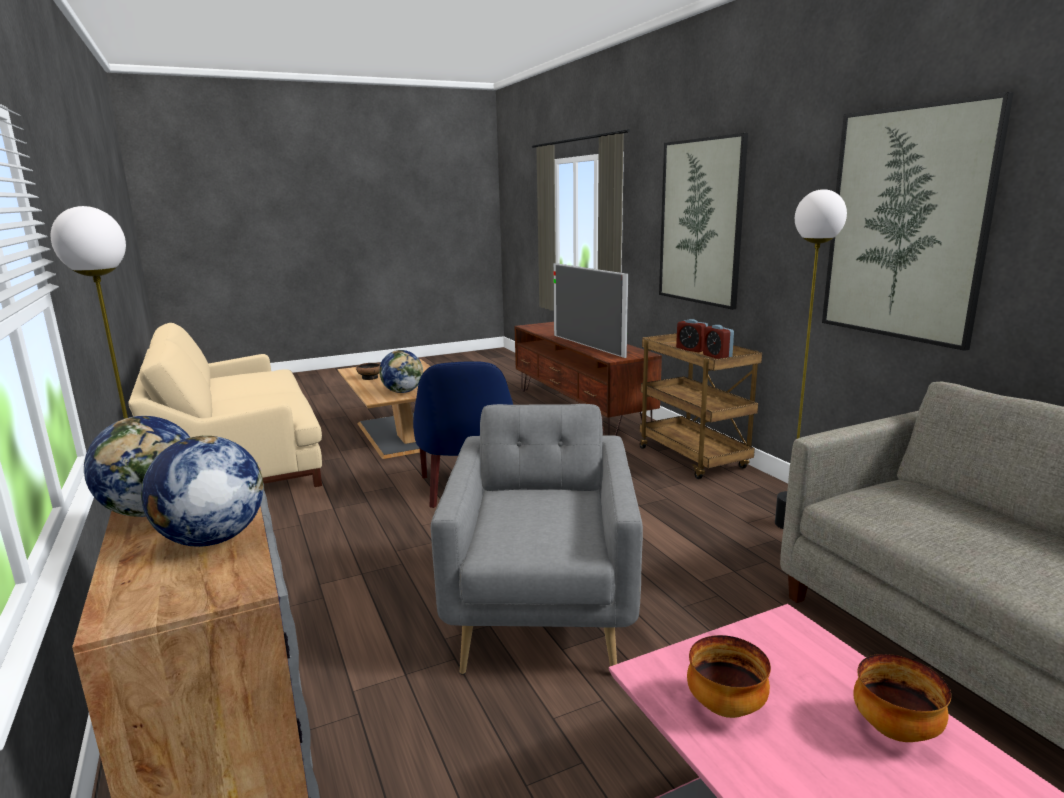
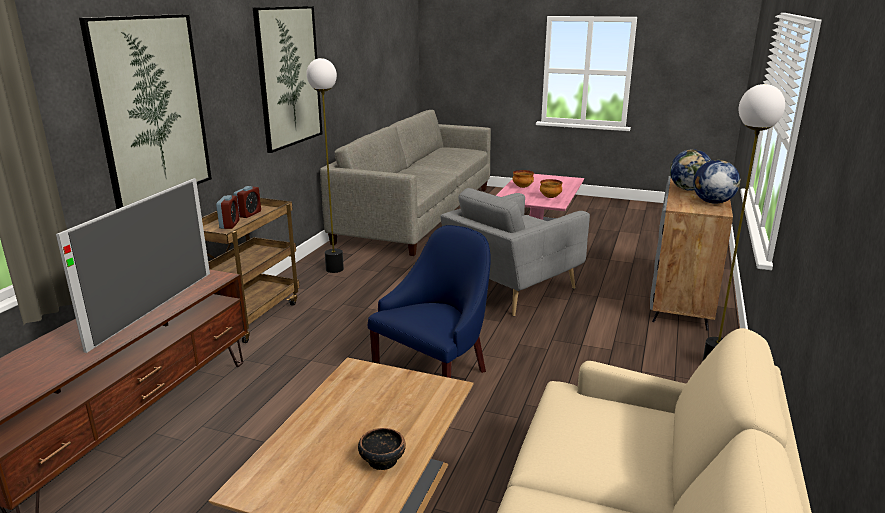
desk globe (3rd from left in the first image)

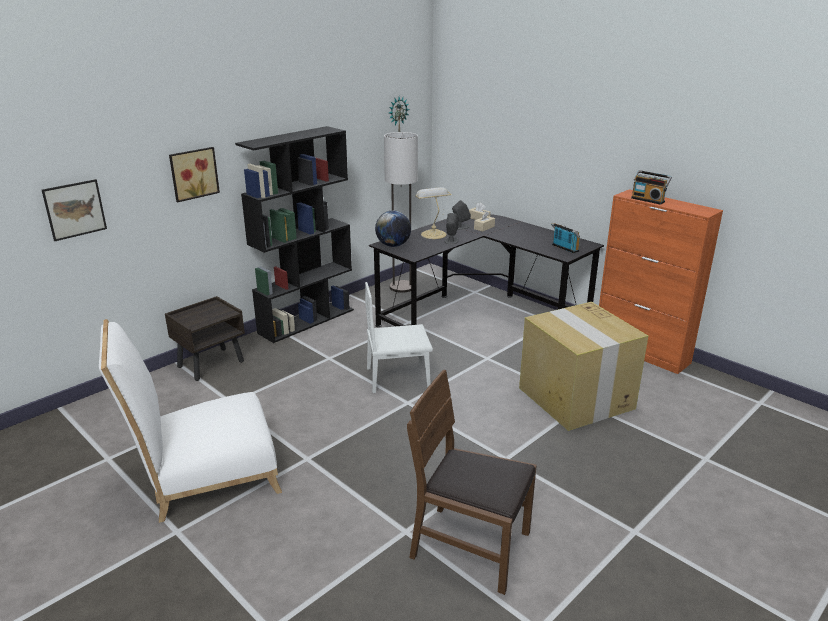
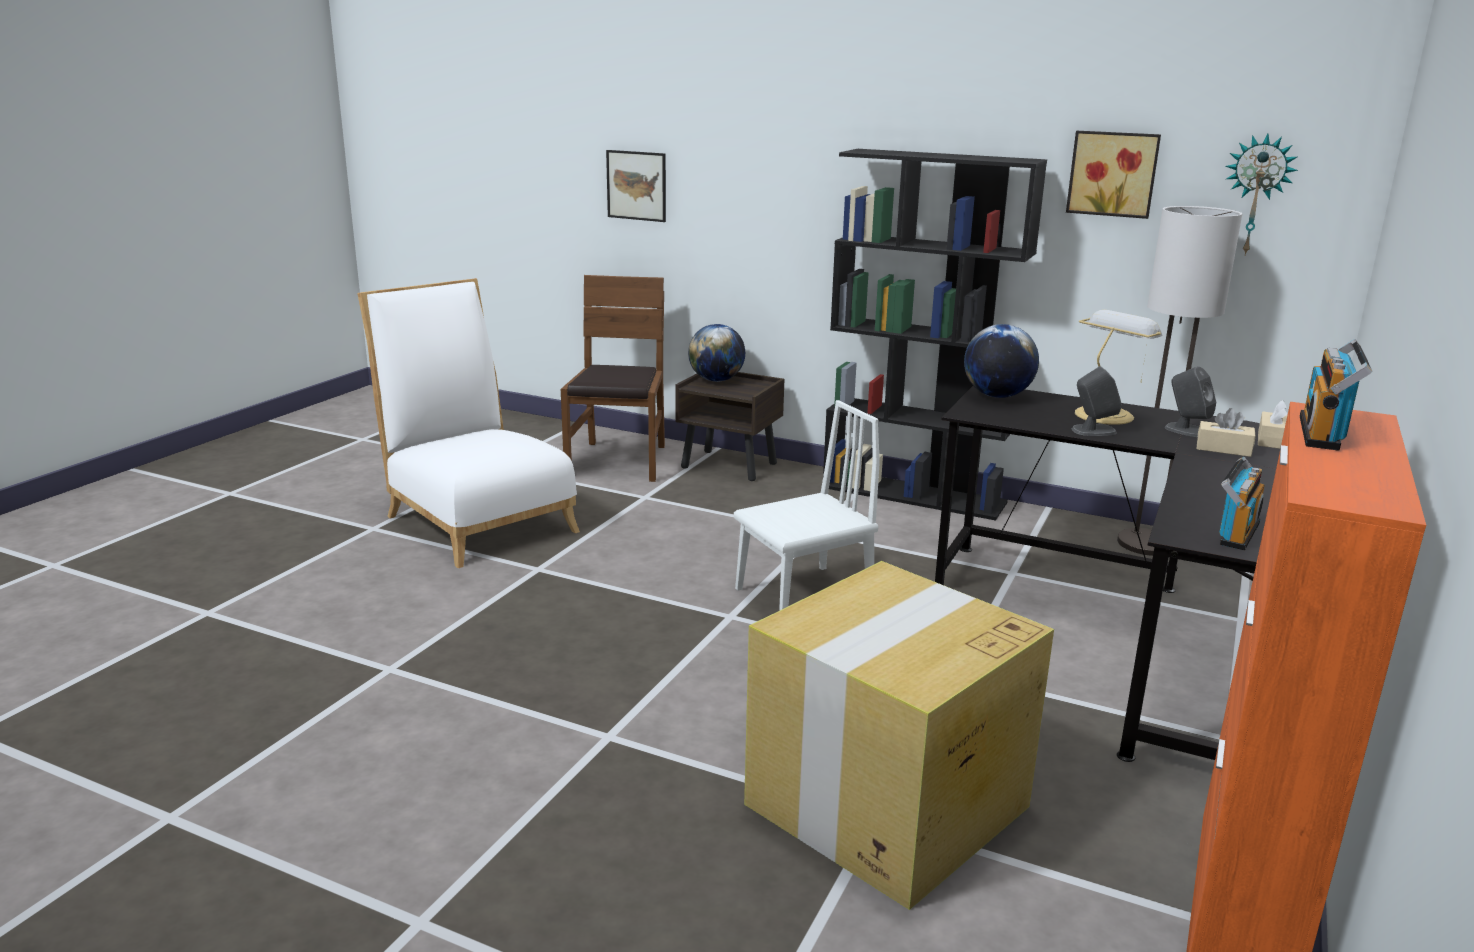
desk globe (1st from left); wall picture (2nd from left); brown-coloured chair; white-coloured chair (2nd from left)

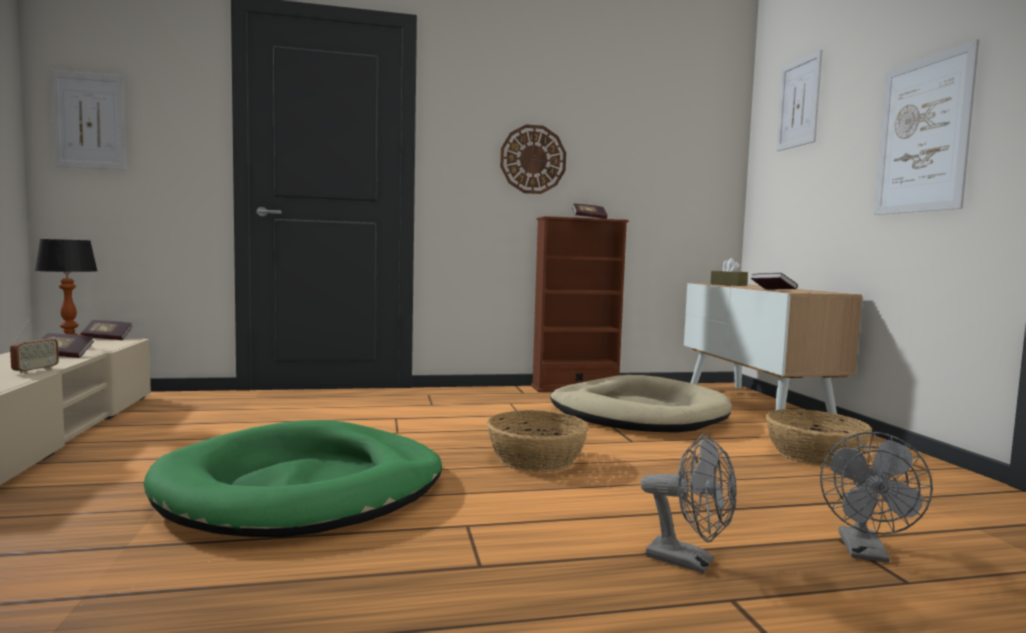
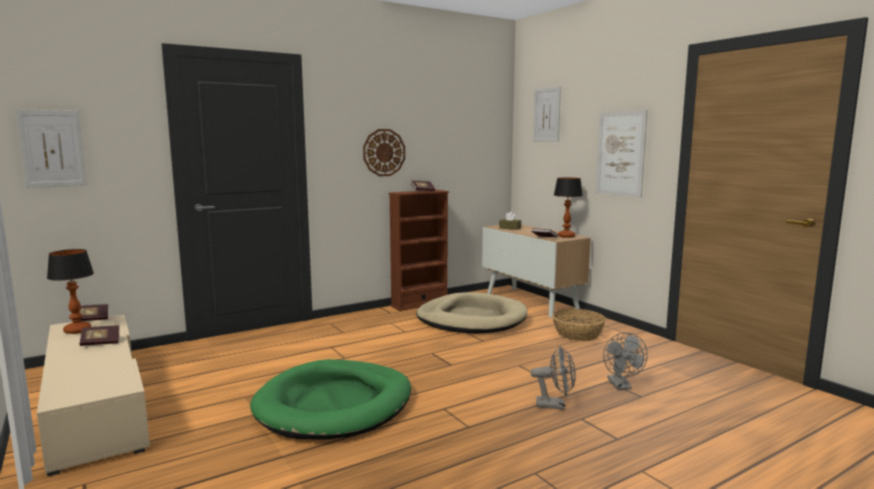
radio; household basket (1st from left in the first image); lamp for a table (2nd from left)

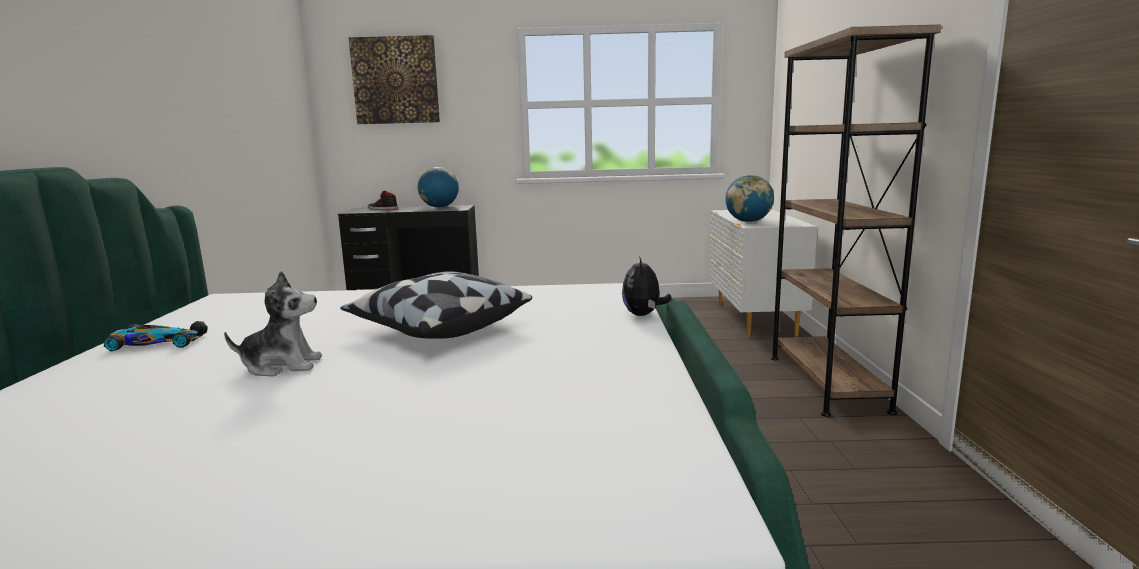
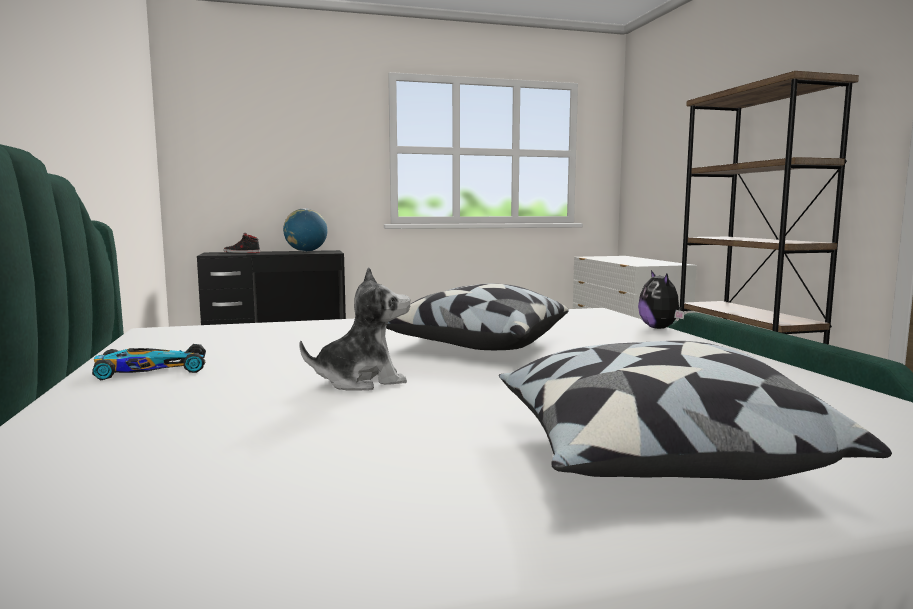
wall picture; desk globe (2nd from left in the first image); pillow (2nd from left)

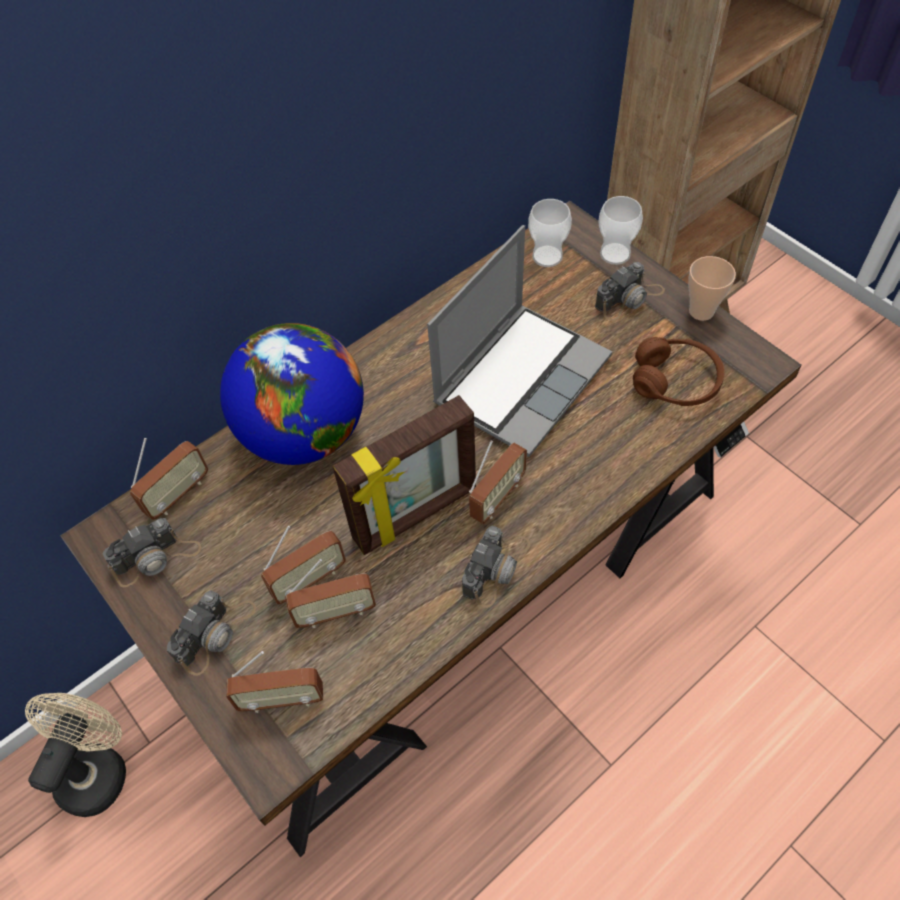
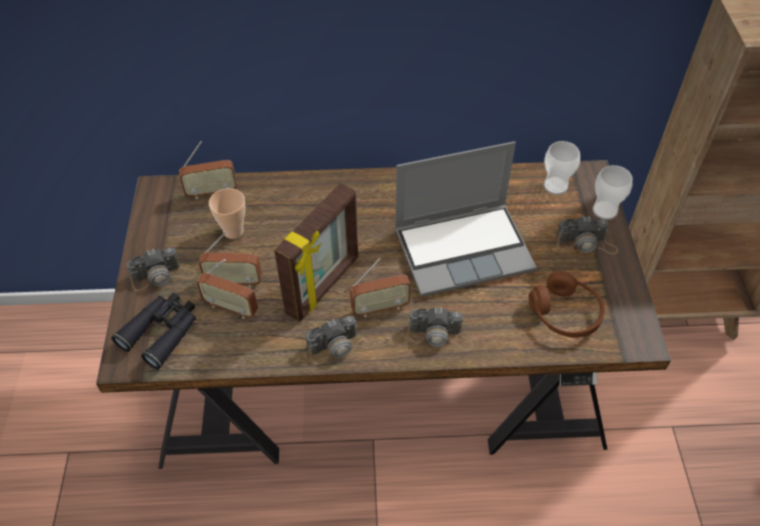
beige electric fan; desk globe; photo camera (3rd from left); small cup (1st from left); black field glasses; photo frame

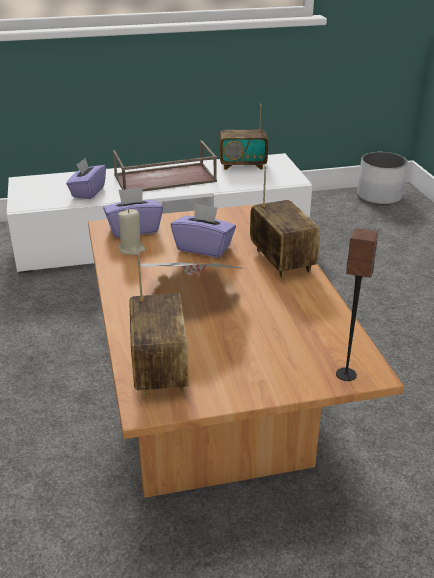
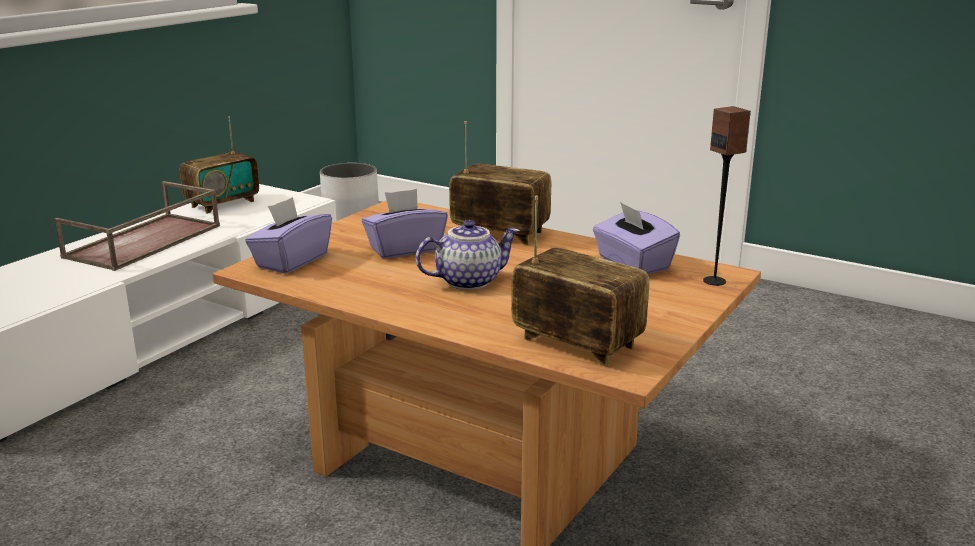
beige wax light; purple-coloured tissue holder (3rd from left); teapot

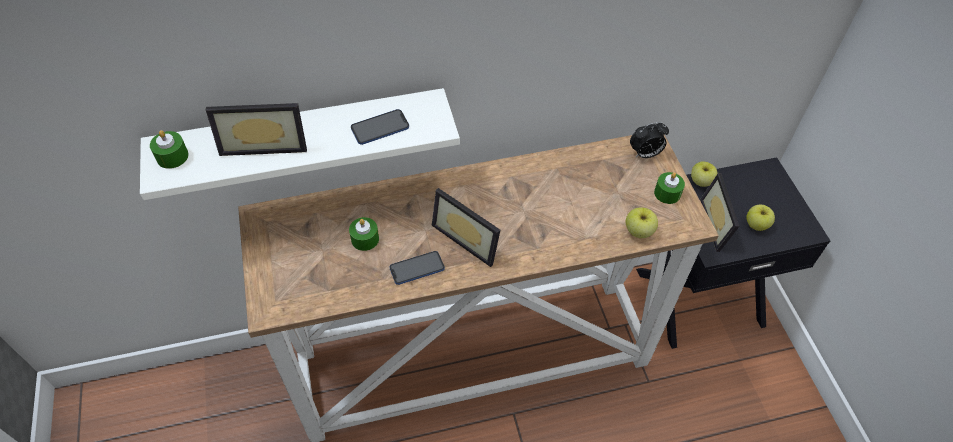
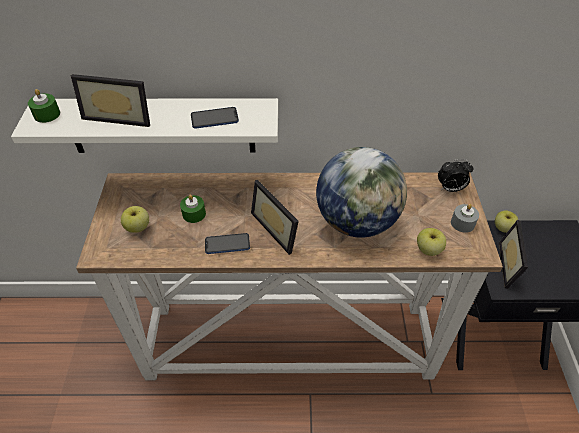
desk globe; whole apple (1st from left); gray wax light

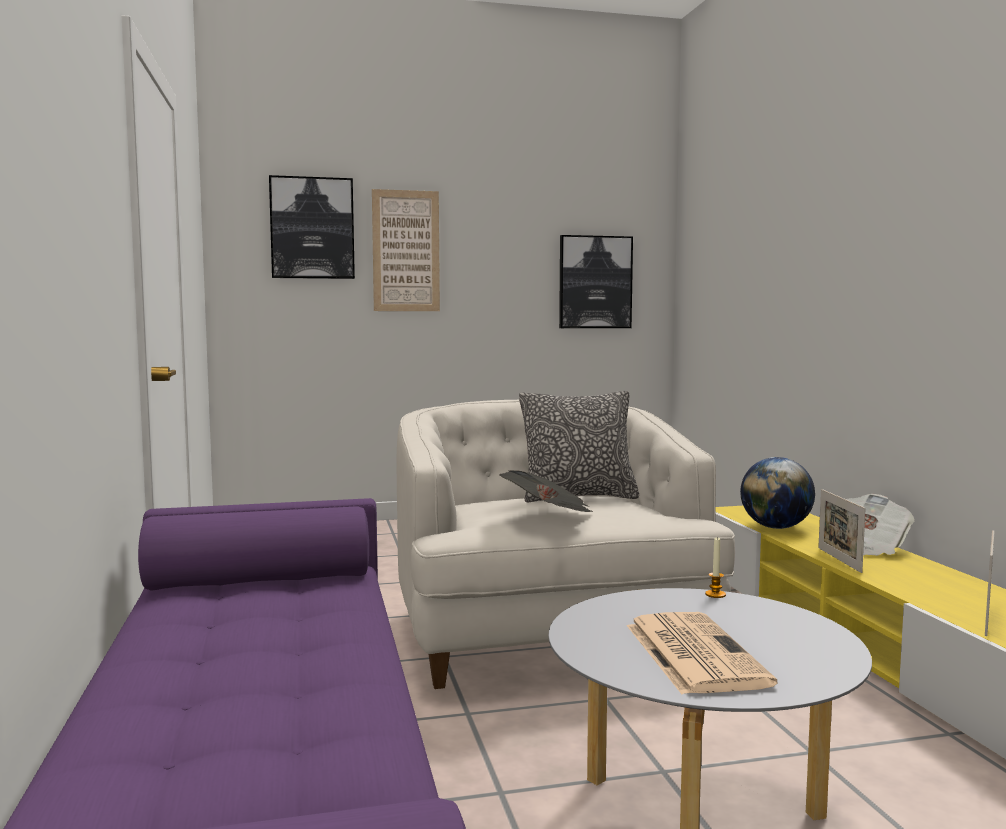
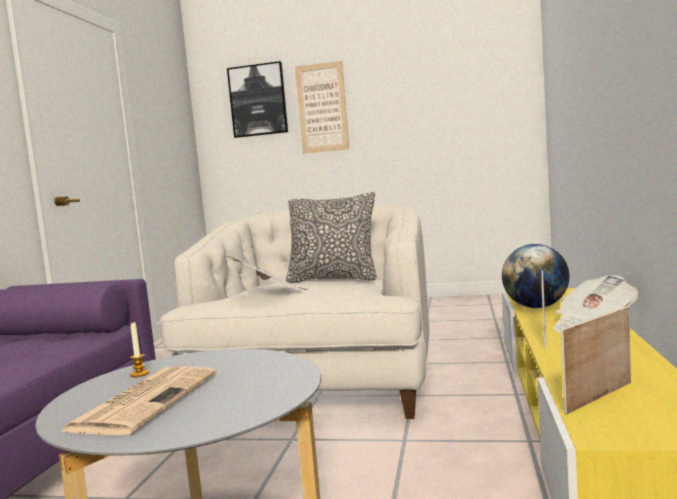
wall picture (3rd from left in the first image); wax light

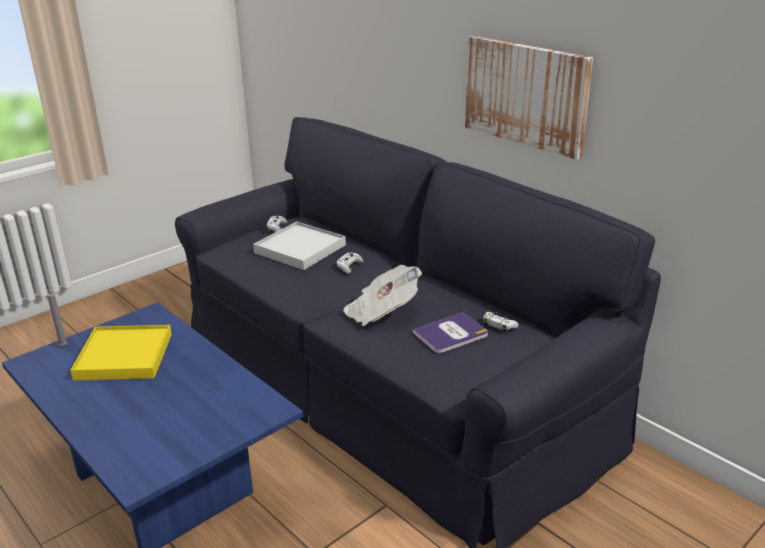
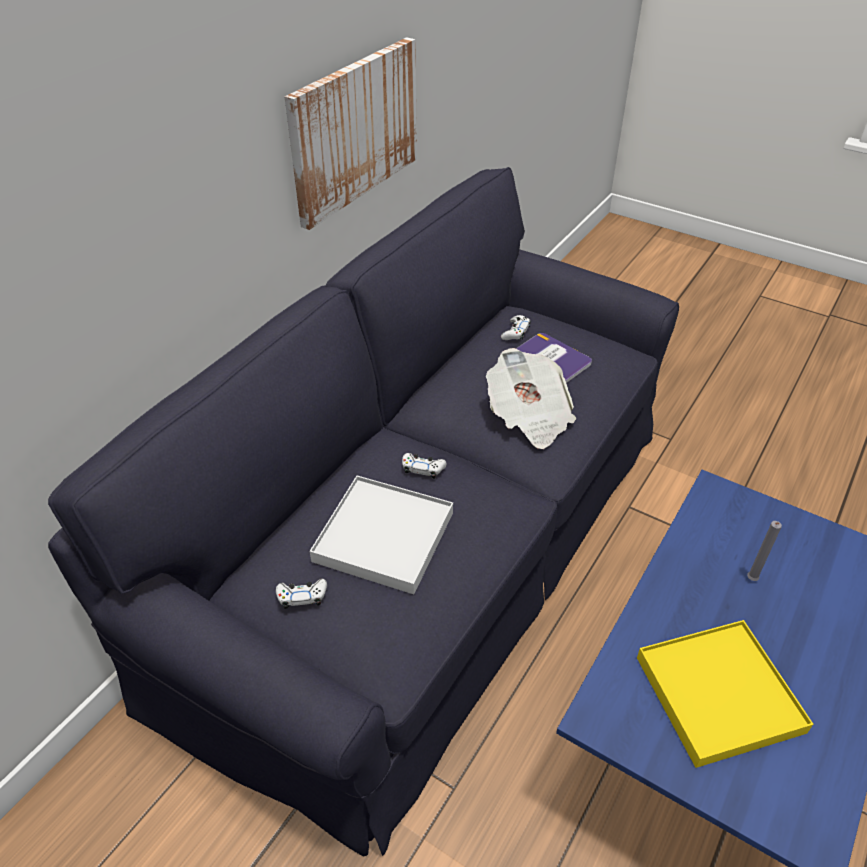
gray wax light

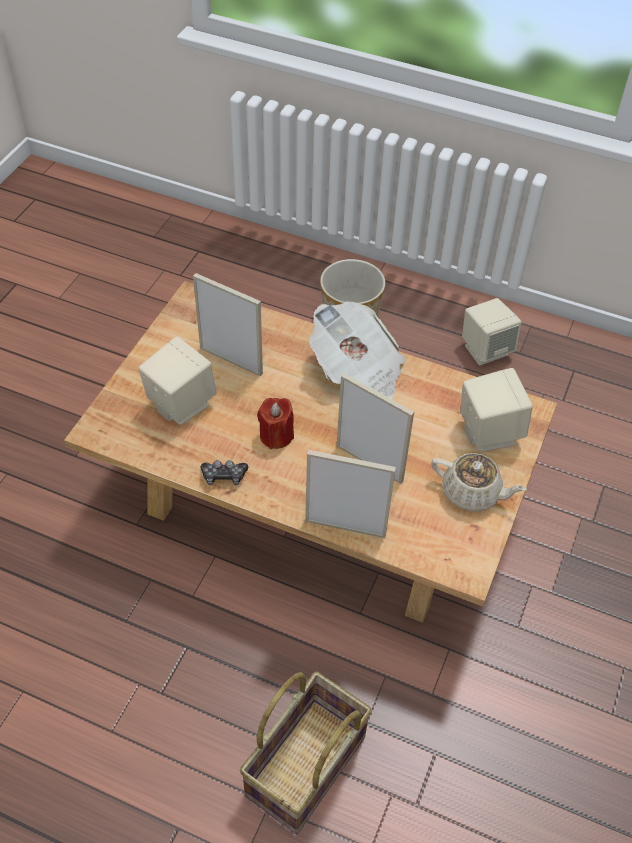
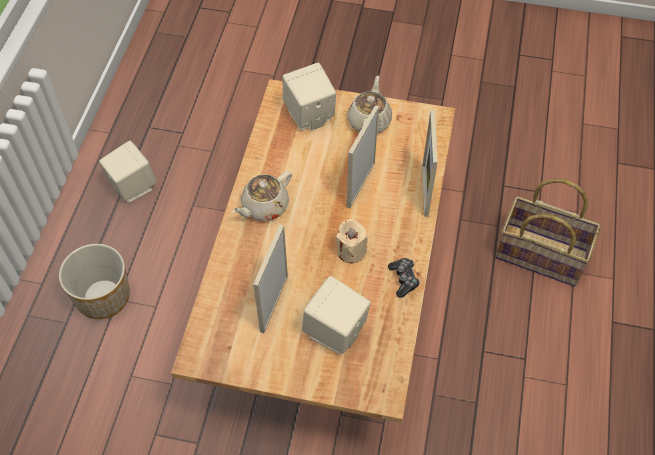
beige teapot (1st from left); beige wax light

